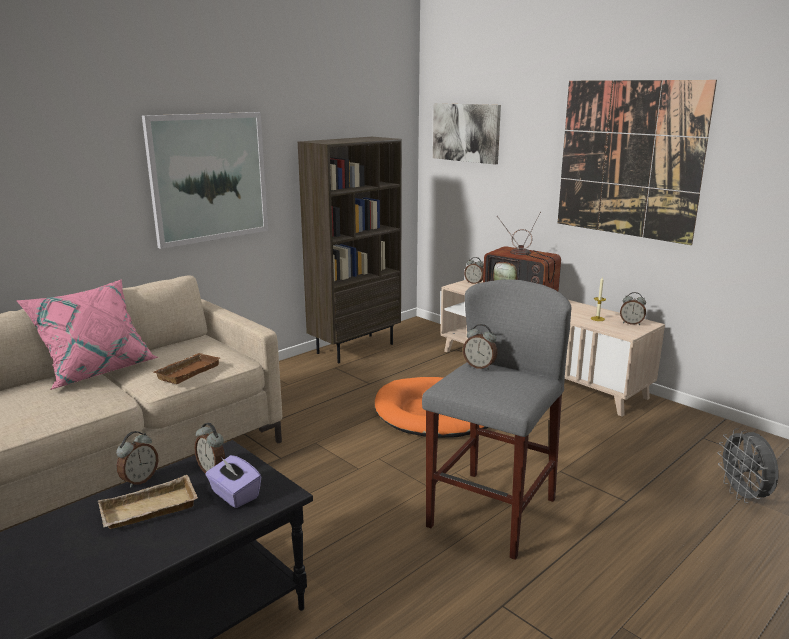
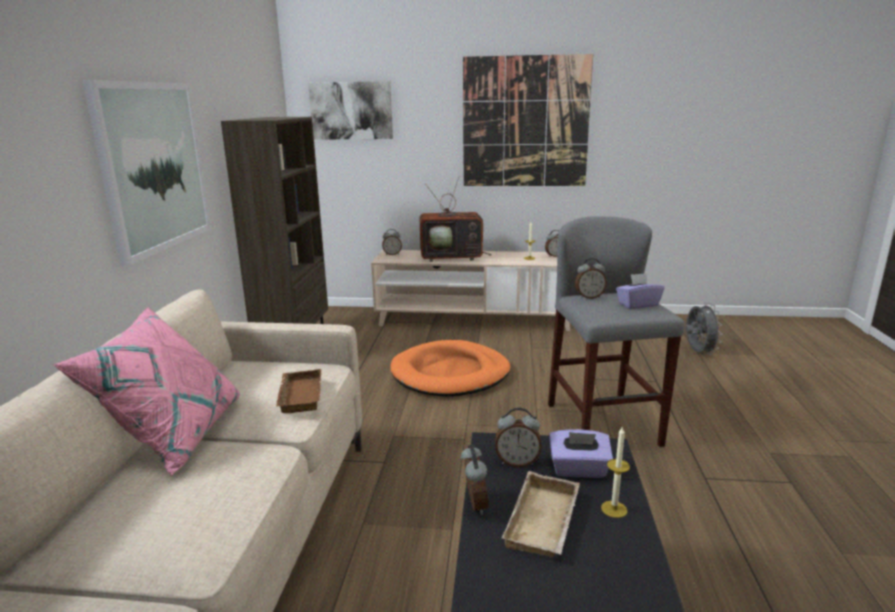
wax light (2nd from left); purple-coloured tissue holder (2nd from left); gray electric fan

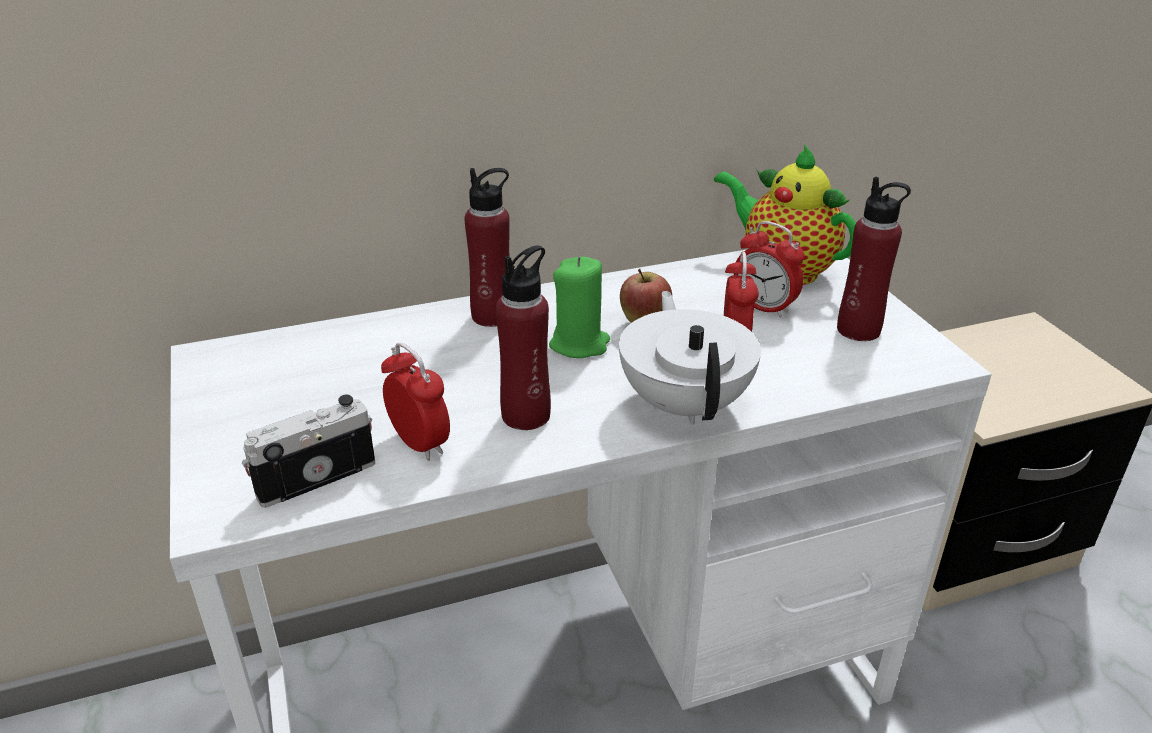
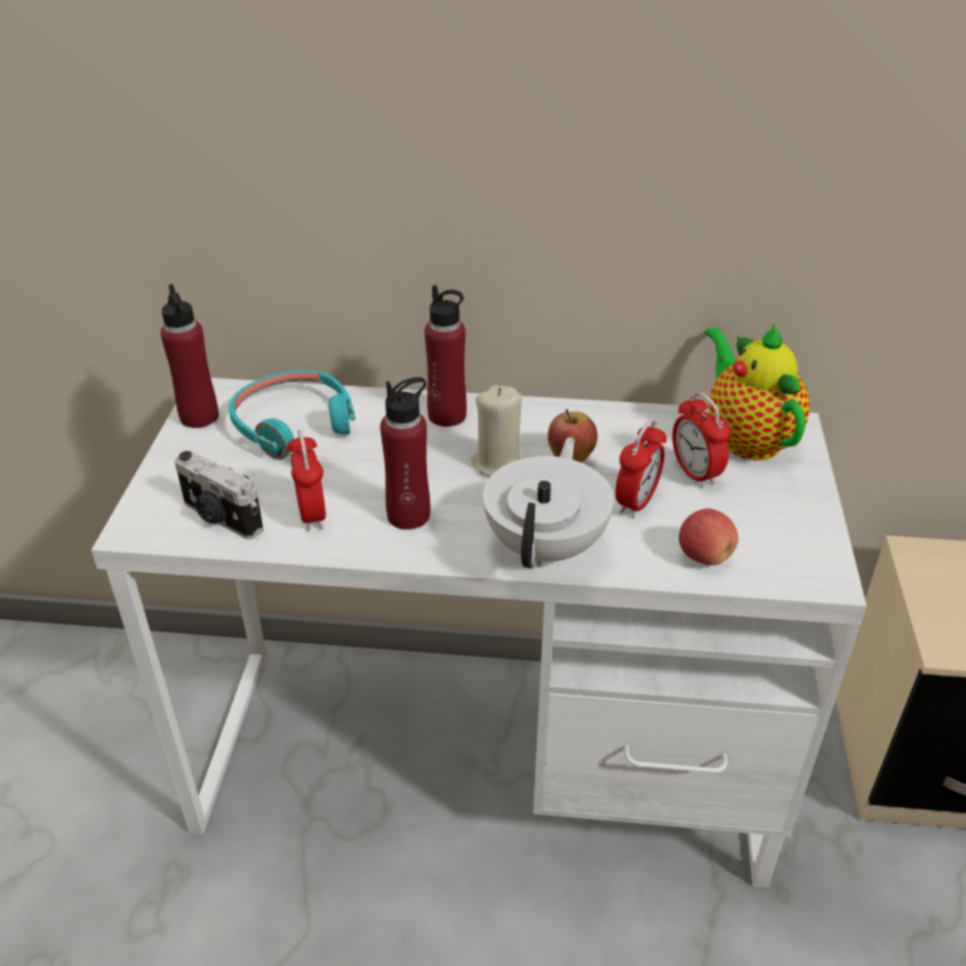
turquoise-coloured headphones; whole apple (2nd from left); reddish bottle (1st from left); beige wax light; photo camera

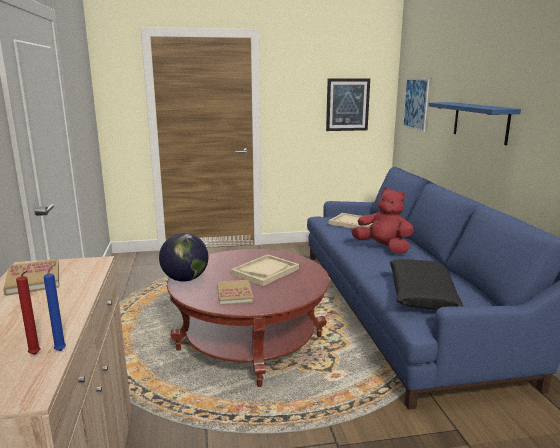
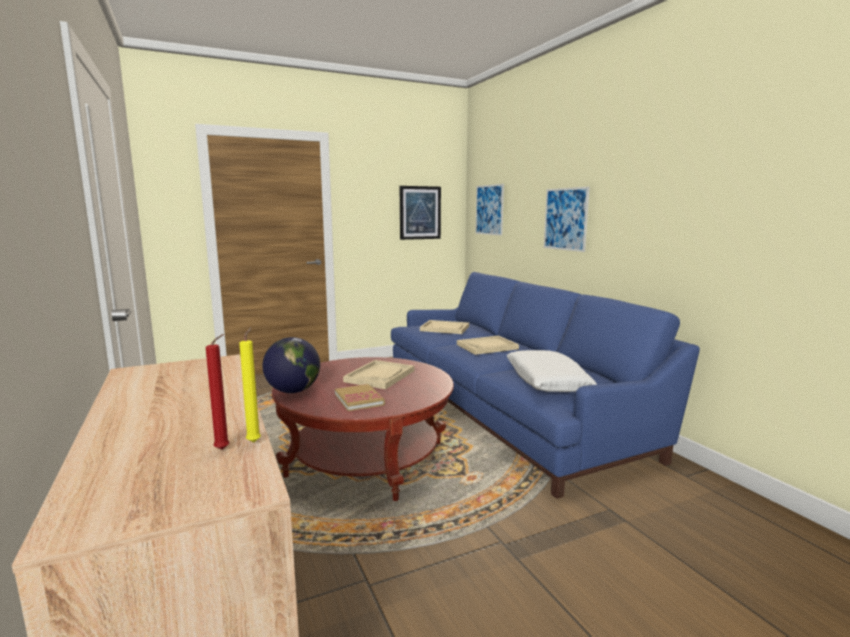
volume (1st from left in the first image); beige serving tray (3rd from left); wall picture (3rd from left); yellow wax light; white-coloured pillow

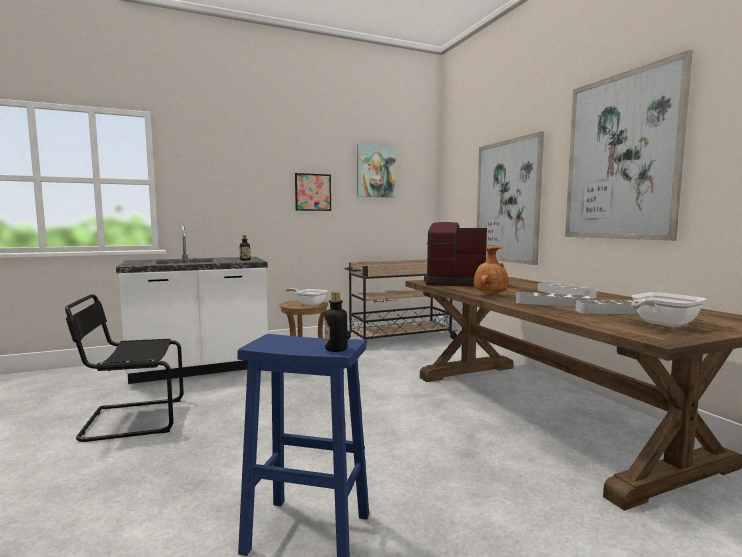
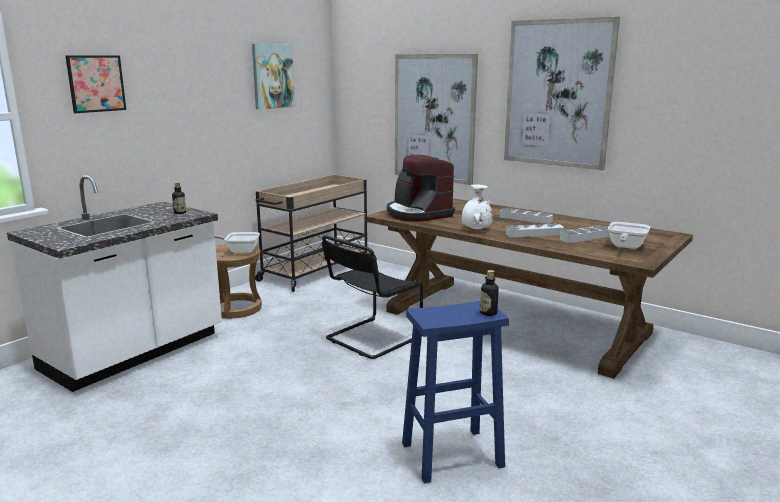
black chair; wall picture (1st from left); white-coloured flower vase; coffee machine

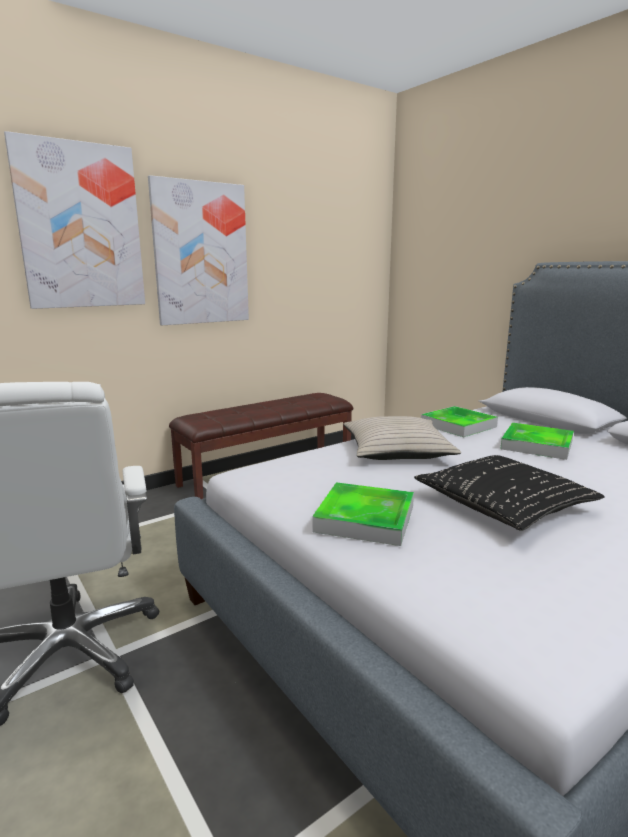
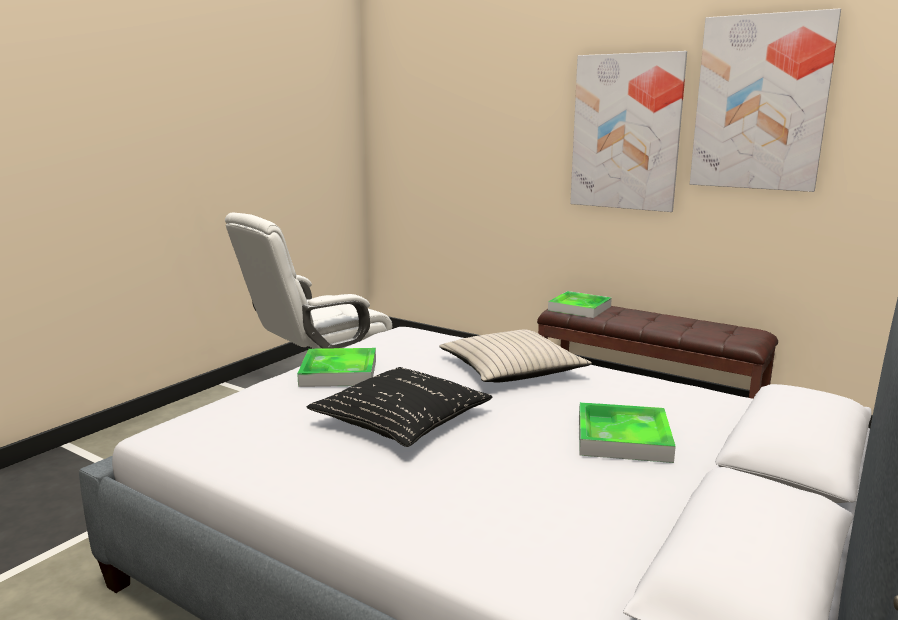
wall picture (2nd from left); serving tray (2nd from left)

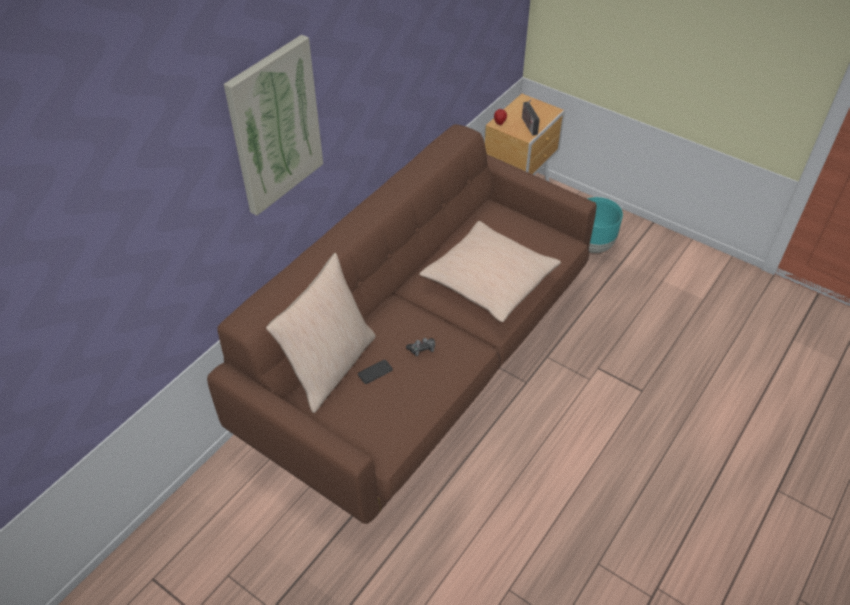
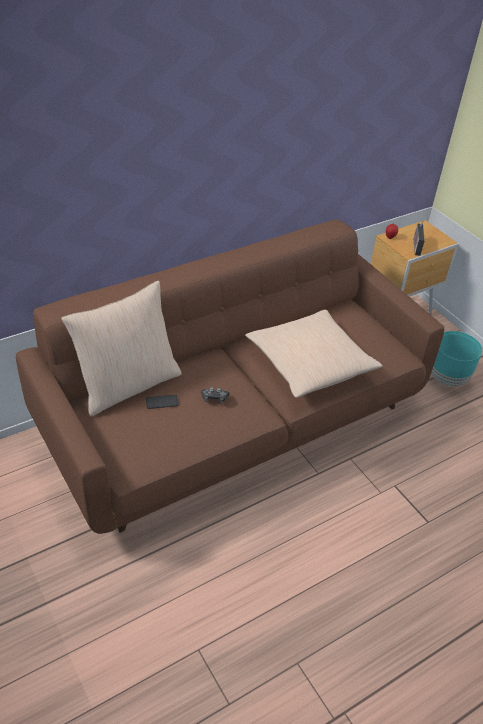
wall picture

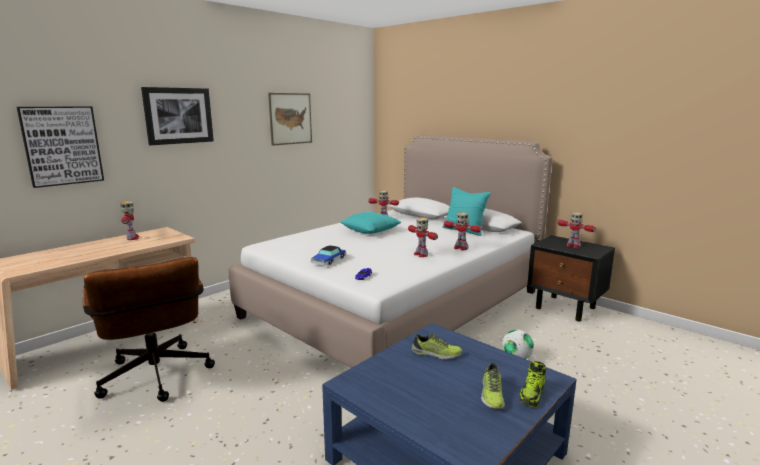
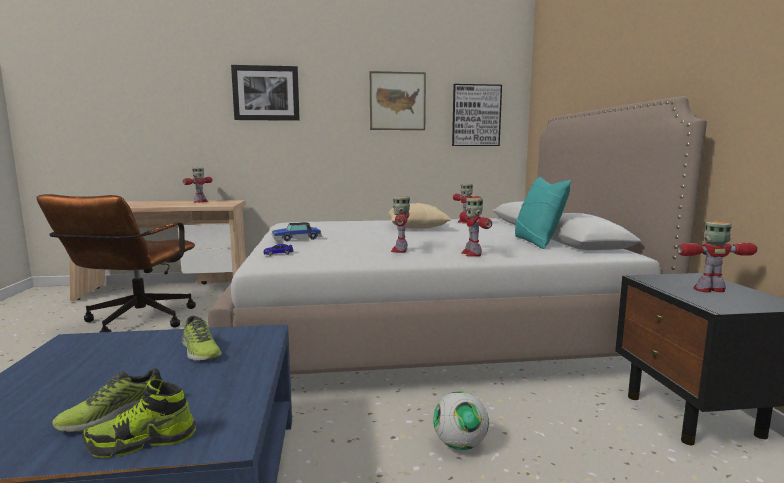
wall picture (3rd from left); beige pillow; toy robot (5th from left)

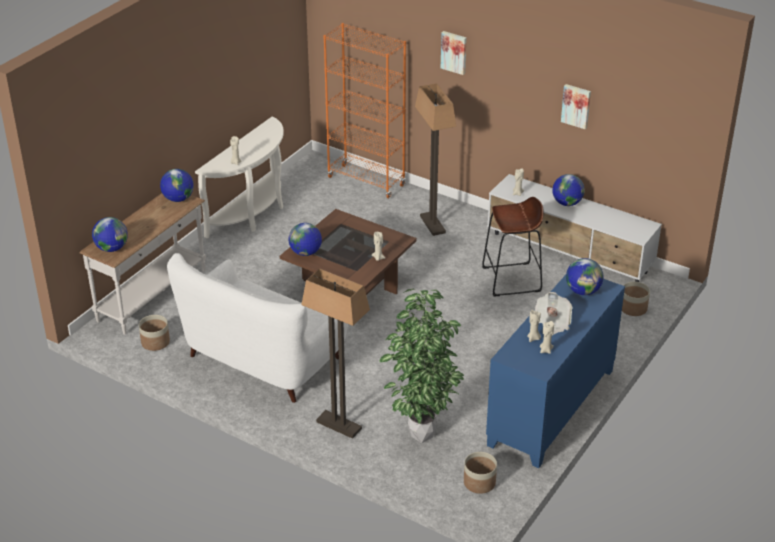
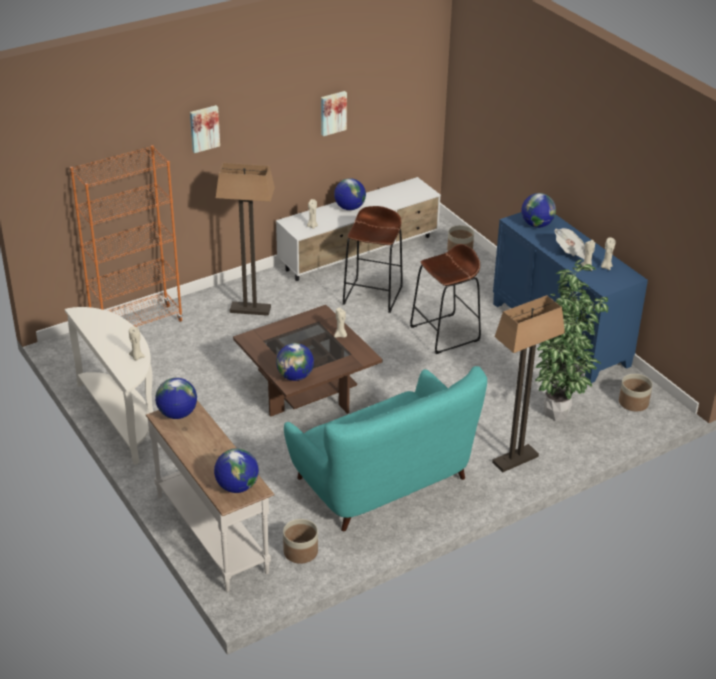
brown-coloured stool seat (2nd from left); turquoise-coloured sofa

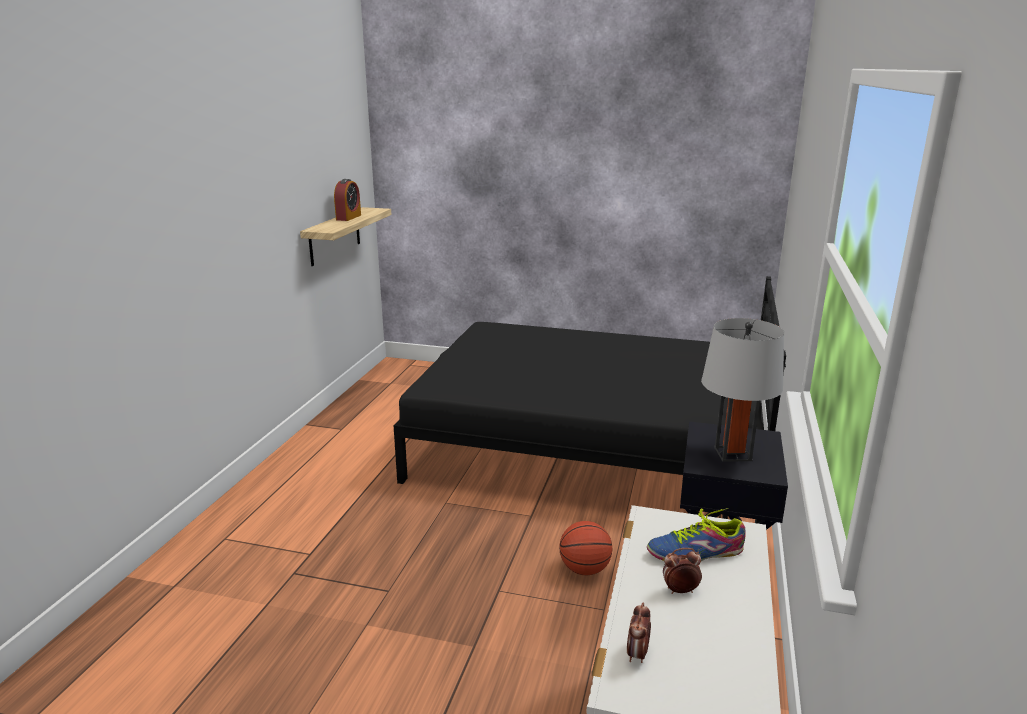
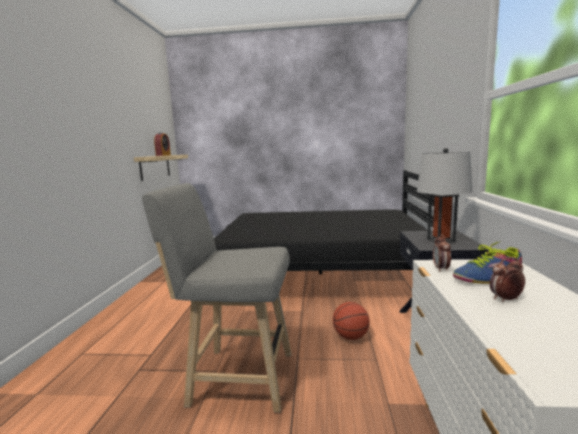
gray stool seat; bedside clock (2nd from left)

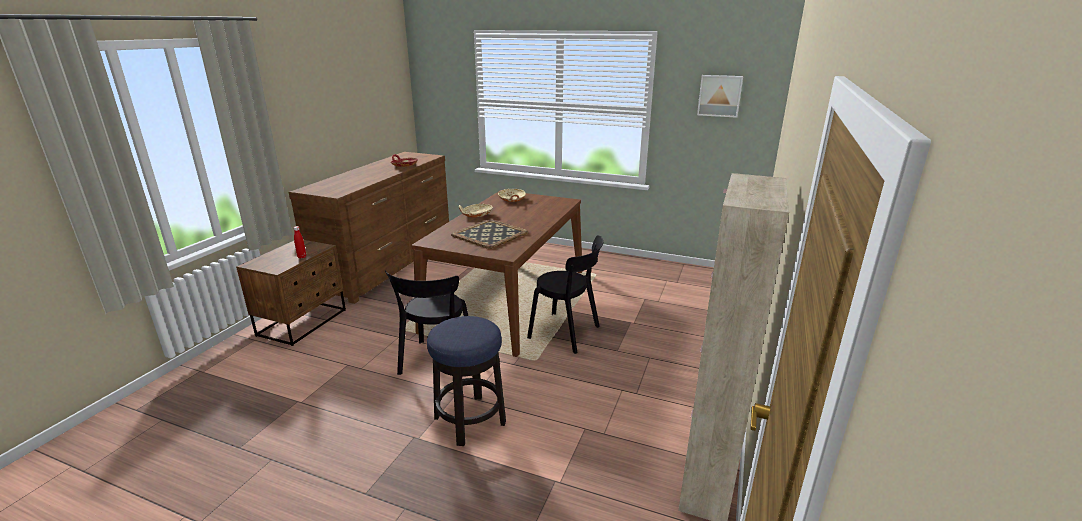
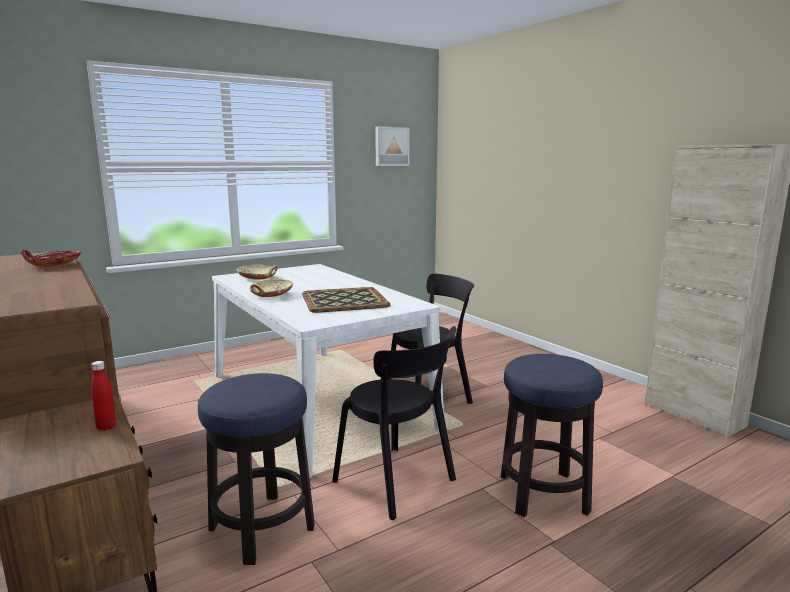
stool seat (1st from left); white-coloured dining table

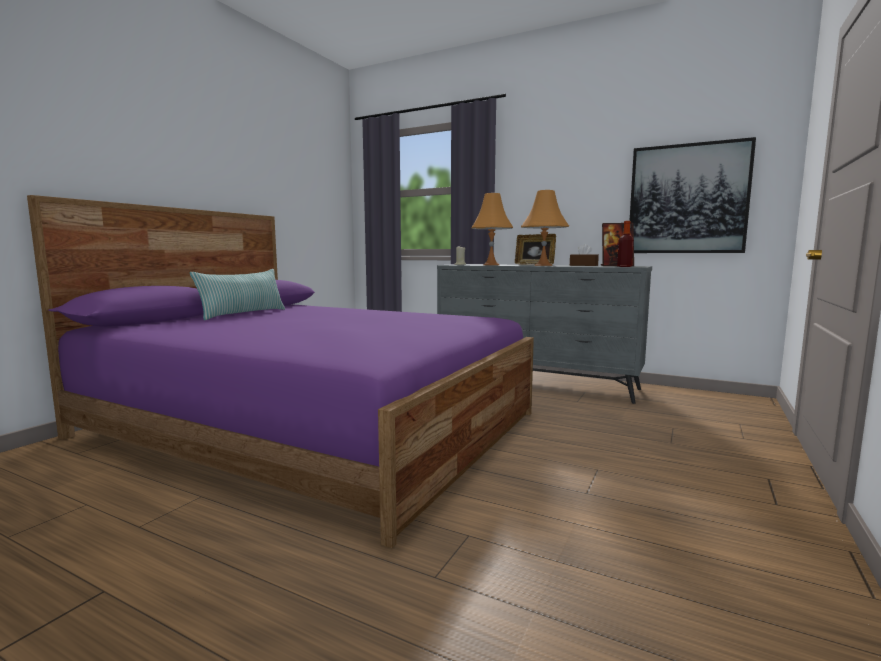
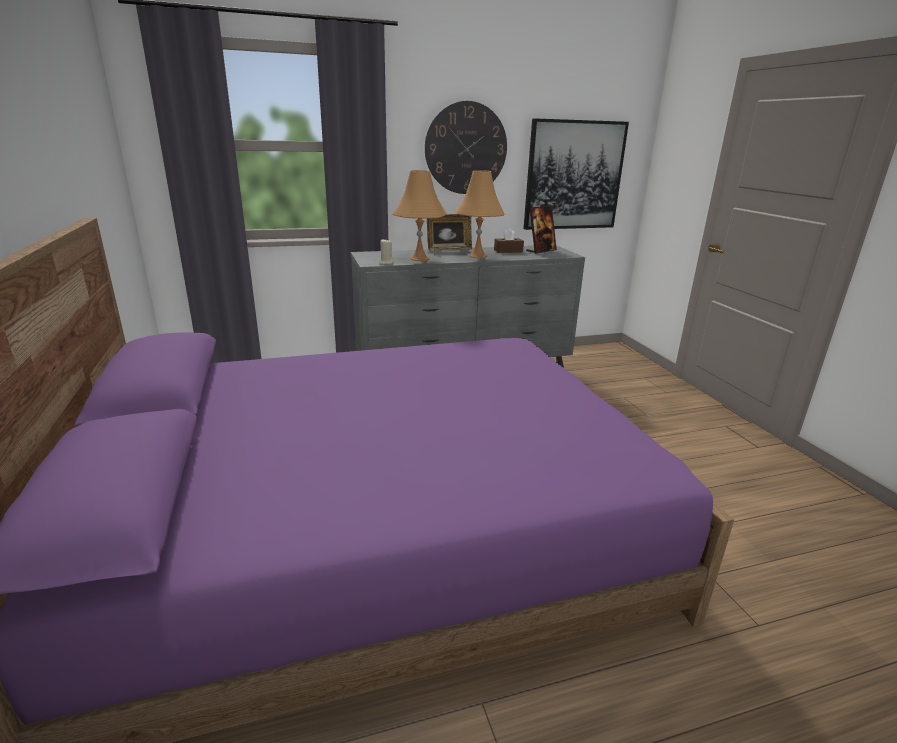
pillow; bottle; wall clock

